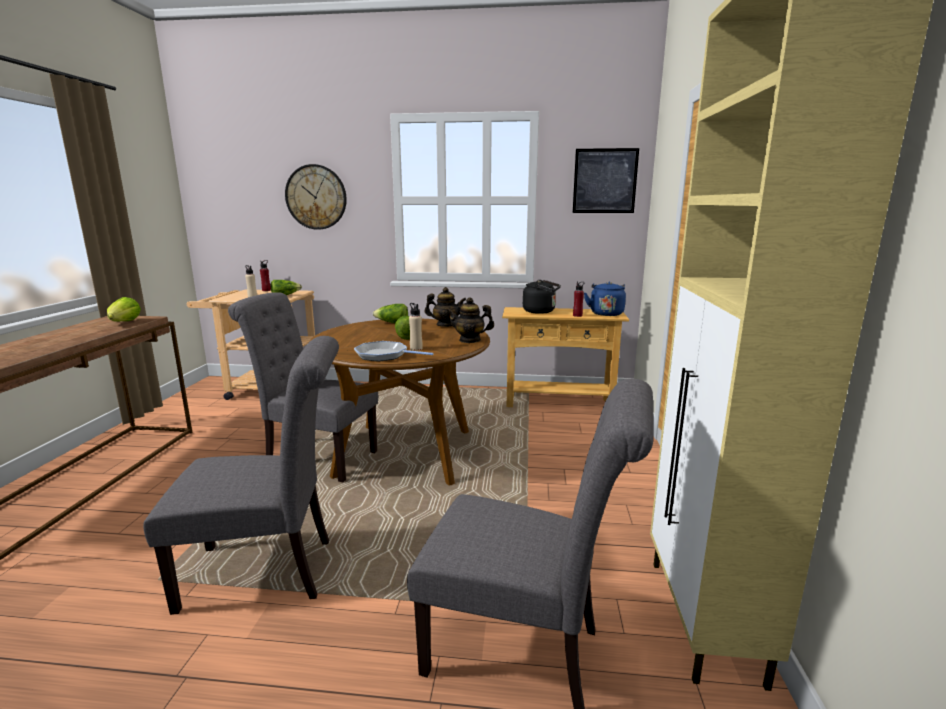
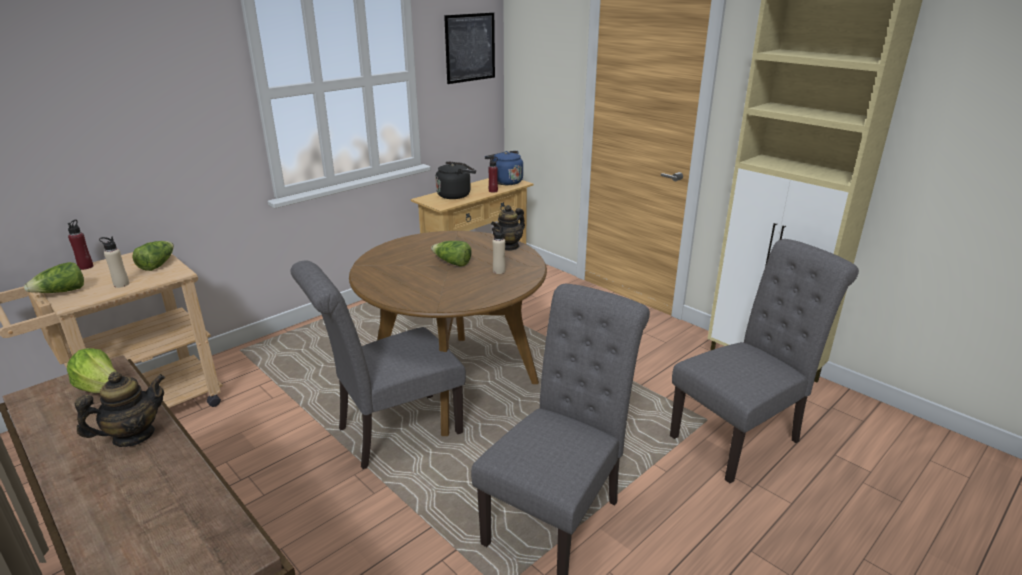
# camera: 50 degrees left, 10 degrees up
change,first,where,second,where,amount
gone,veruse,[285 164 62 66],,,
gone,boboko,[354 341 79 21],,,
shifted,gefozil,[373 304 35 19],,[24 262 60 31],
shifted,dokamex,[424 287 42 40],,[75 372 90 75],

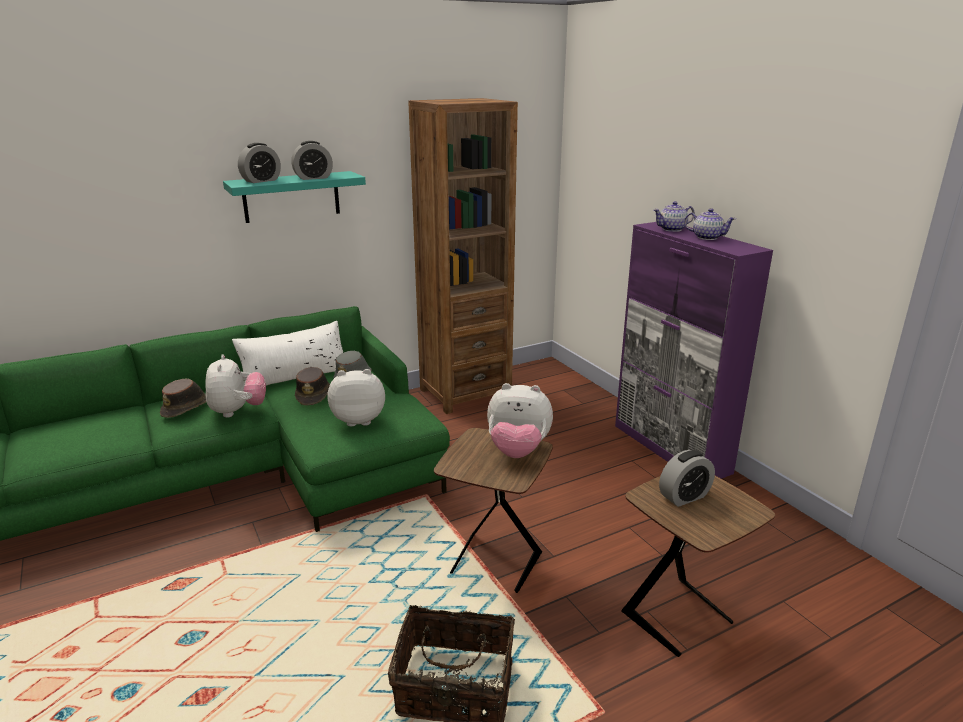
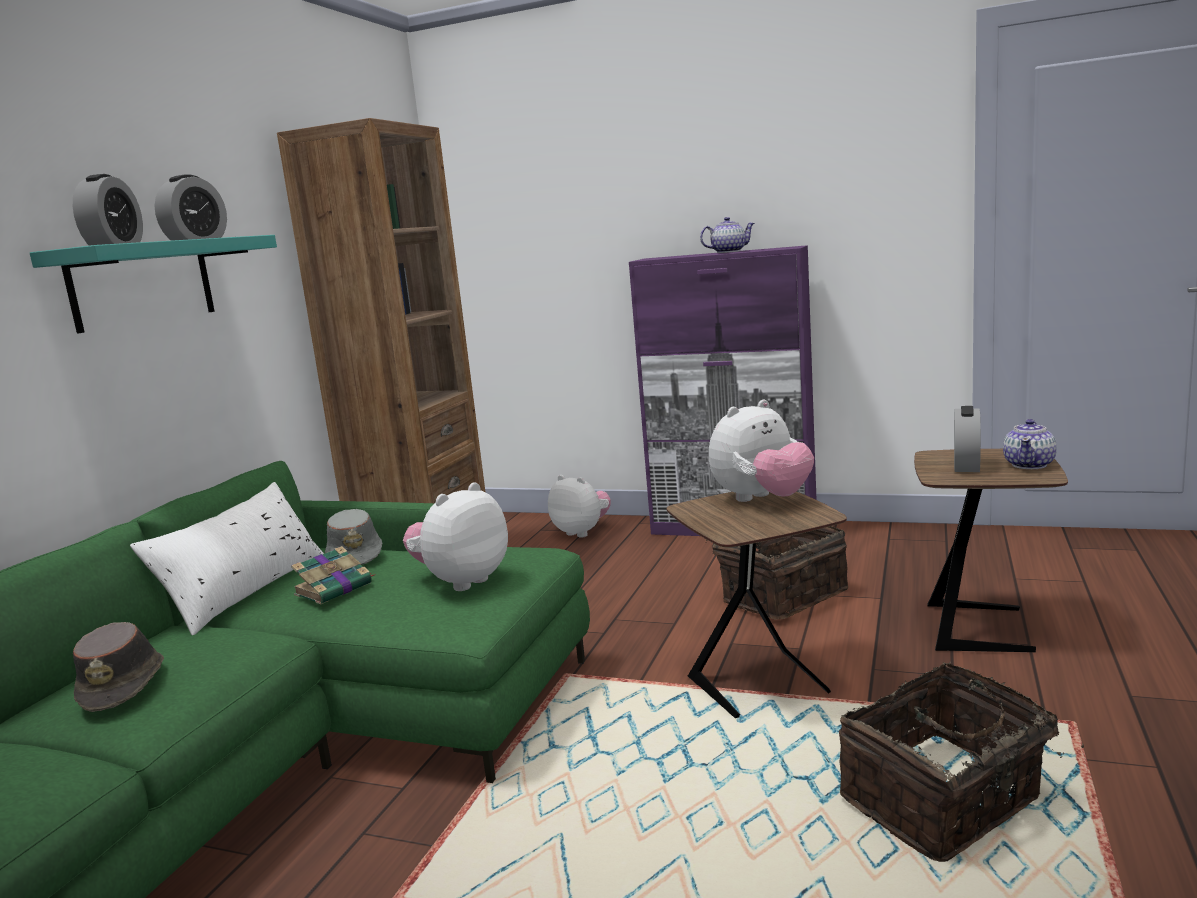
# camera: 40 degrees left, 10 degrees down
change,first,where,second,where,amount
new,,,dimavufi,[705 526 143 94],
shifted,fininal,[205 354 61 64],,[548 475 63 63],
shifted,dokamex,[654 201 41 31],,[1003 419 54 50],
swapped,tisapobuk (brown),[295 367 35 39],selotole,[291 546 85 58],

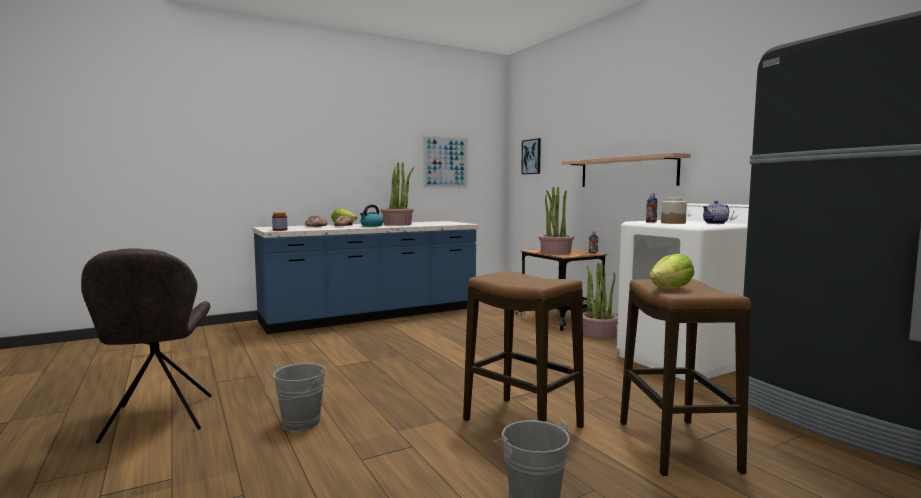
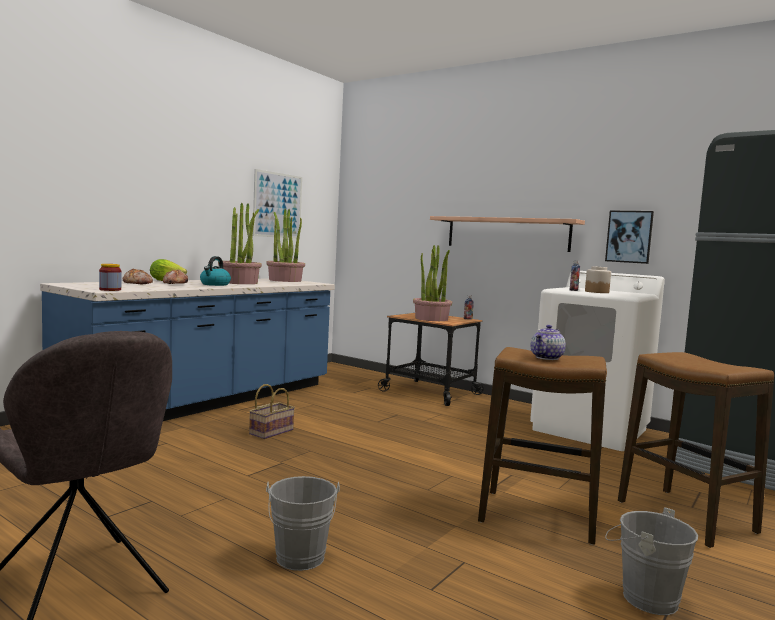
# camera: 25 degrees left, 0 degrees up
change,first,where,second,where,amount
gone,gefozil,[649 253 45 36],,,
new,,,dimavufi,[249 384 46 55],
shifted,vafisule,[521 138 20 36],,[605 211 49 53],
shifted,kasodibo,[583 262 35 76],,[266 208 39 74],
shifted,dokamex,[703 201 26 23],,[531 325 35 35],

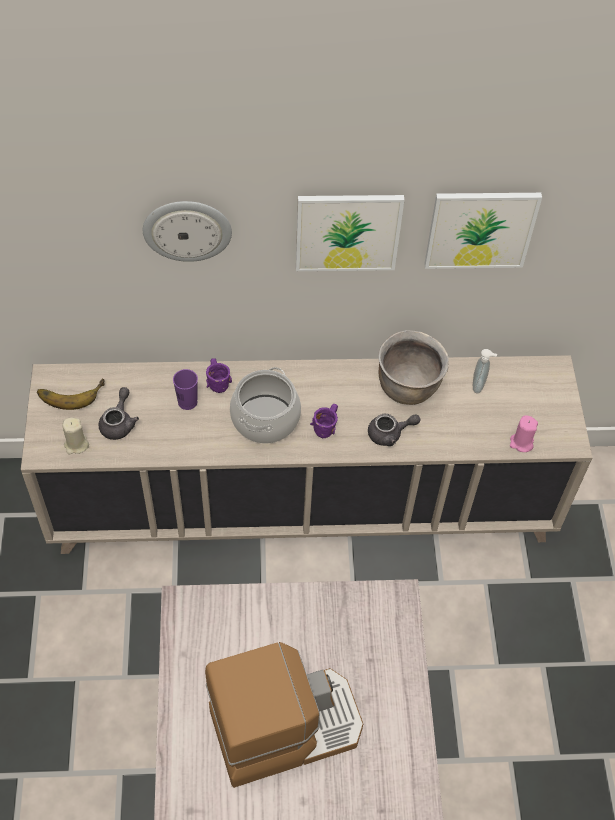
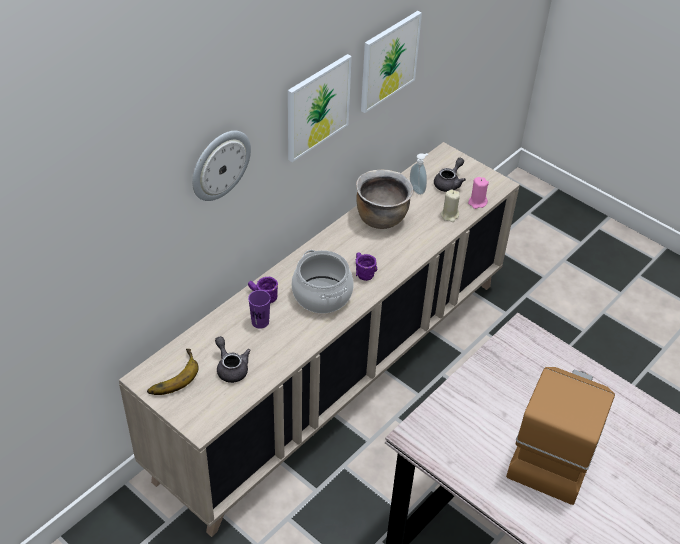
# camera: 45 degrees left, 10 degrees down
change,first,where,second,where,amount
shifted,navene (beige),[62 417 27 37],,[441 190 19 32],
shifted,dokamex (grey),[368 414 52 32],,[434 158 32 34],

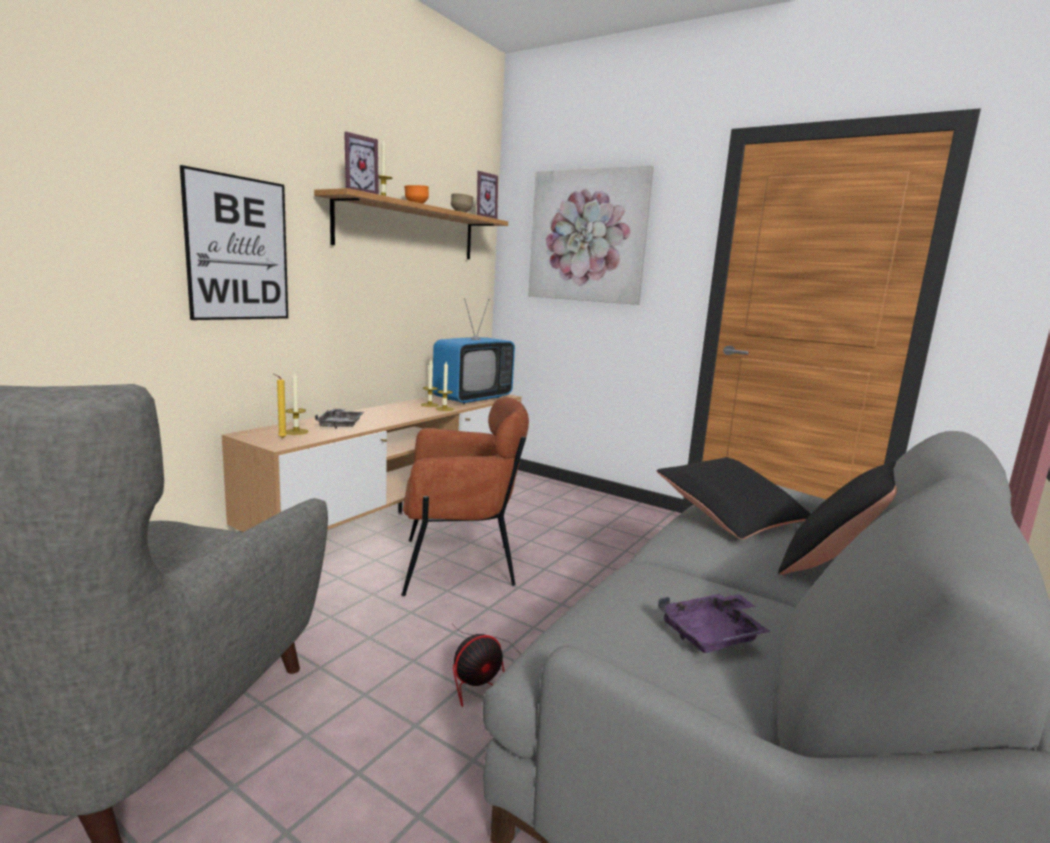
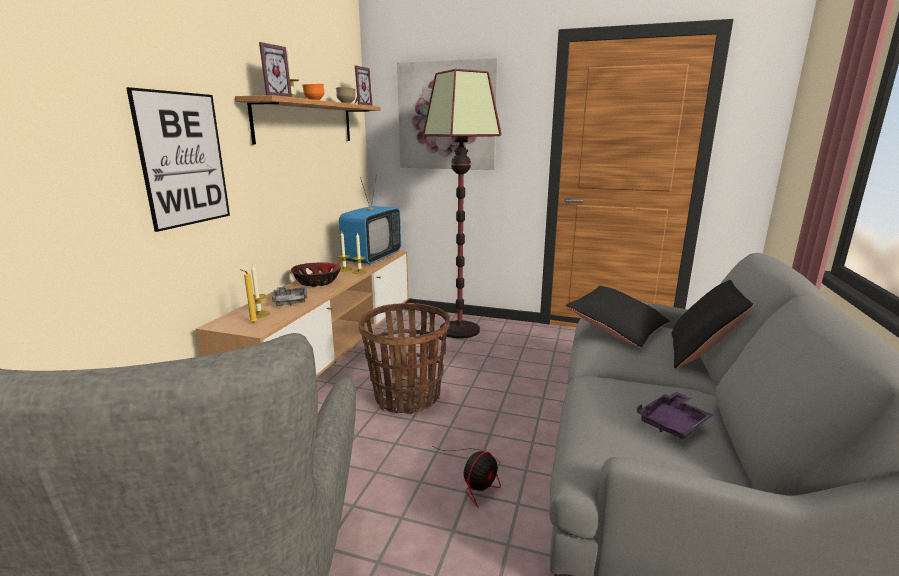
# camera: 15 degrees left, 5 degrees up
change,first,where,second,where,amount
new,,,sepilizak,[291 262 50 25],
new,,,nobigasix,[422 69 80 270],
swapped,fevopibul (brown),[401 397 128 199],dimavufi,[358 303 92 111],

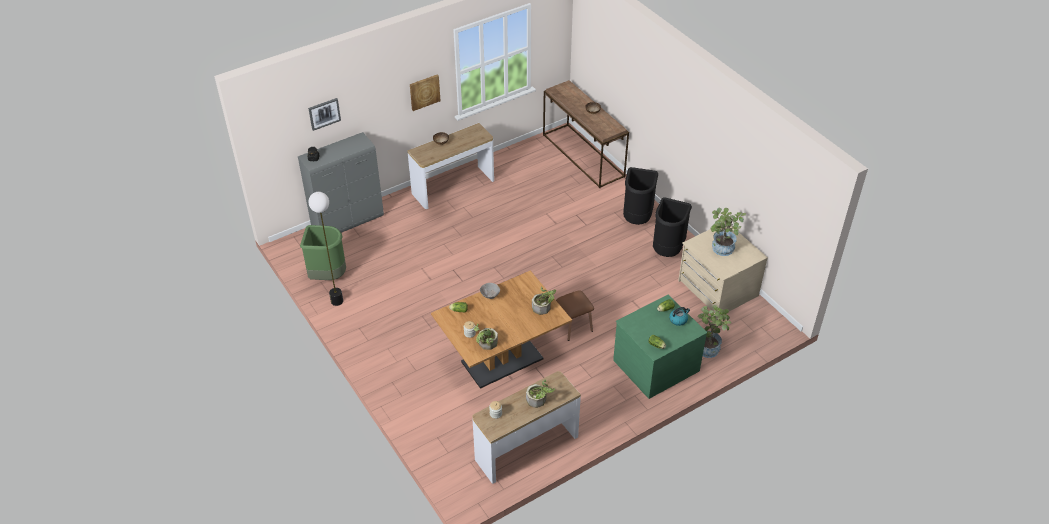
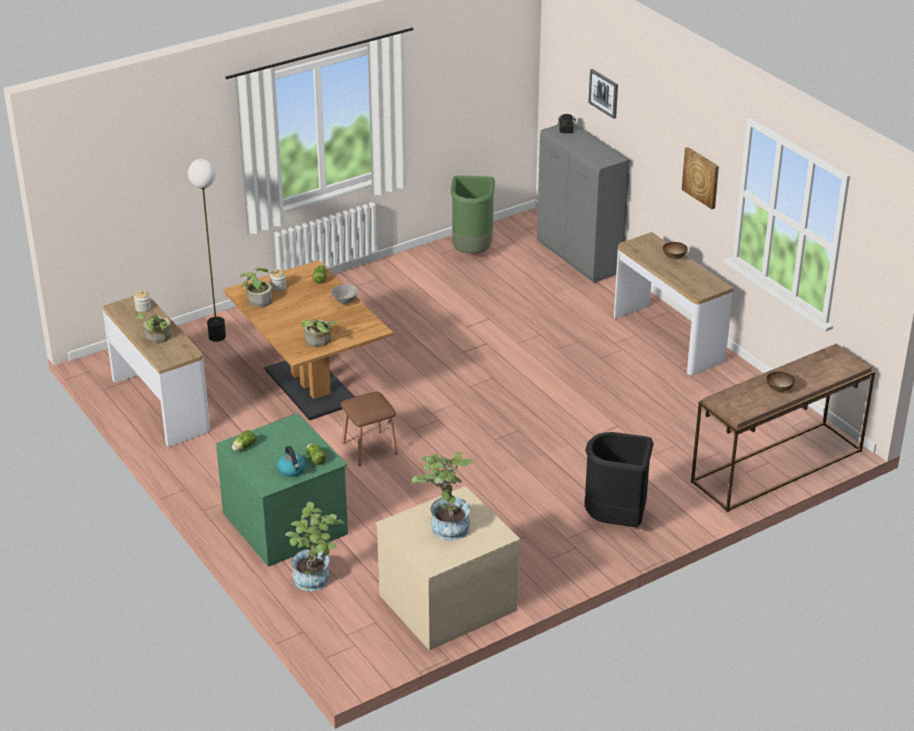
# camera: 90 degrees right, 10 degrees down
change,first,where,second,where,amount
gone,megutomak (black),[653 198 39 59],,,
shifted,nobigasix,[308 192 35 114],,[188 159 38 183],

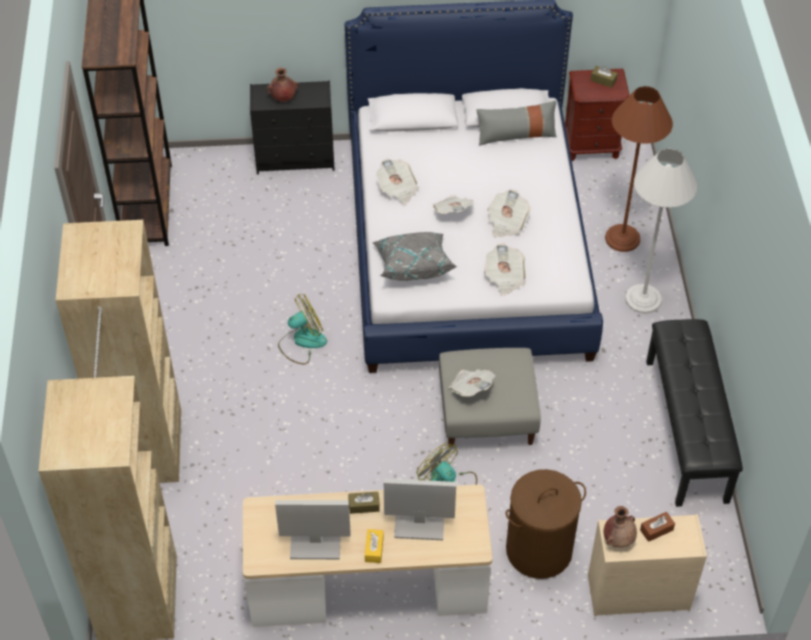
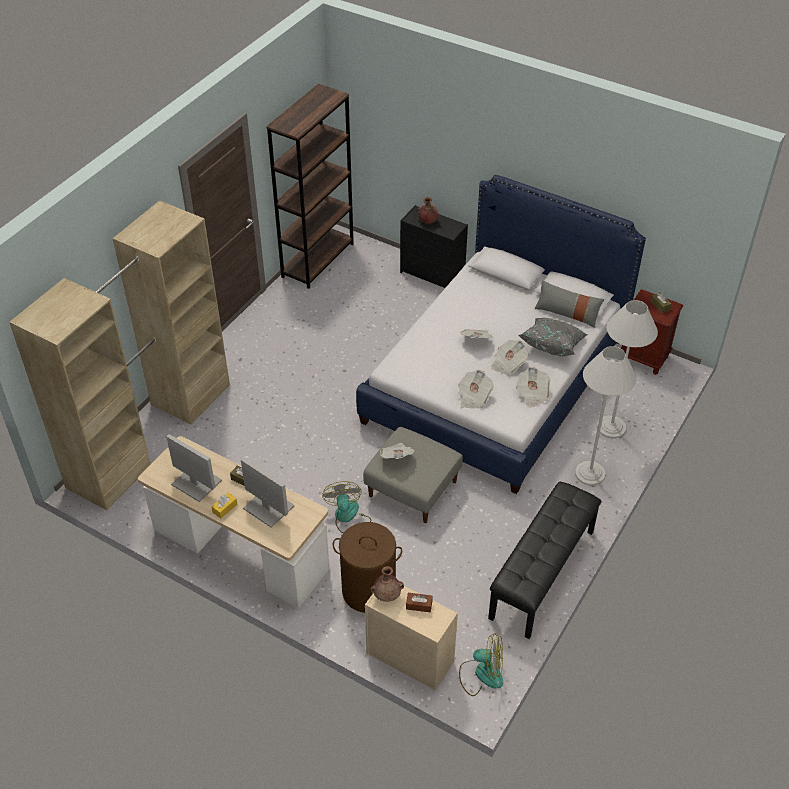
# camera: 35 degrees right, 5 degrees down
change,first,where,second,where,amount
shifted,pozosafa,[278 294 49 70],,[459 633 44 63],
shifted,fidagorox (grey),[372 232 85 49],,[519 318 68 38],
shifted,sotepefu,[376 159 43 46],,[516 367 34 41],
repainted,nobigasix (brown),[605 86 68 166],nobigasix (white),[597 300 61 139],

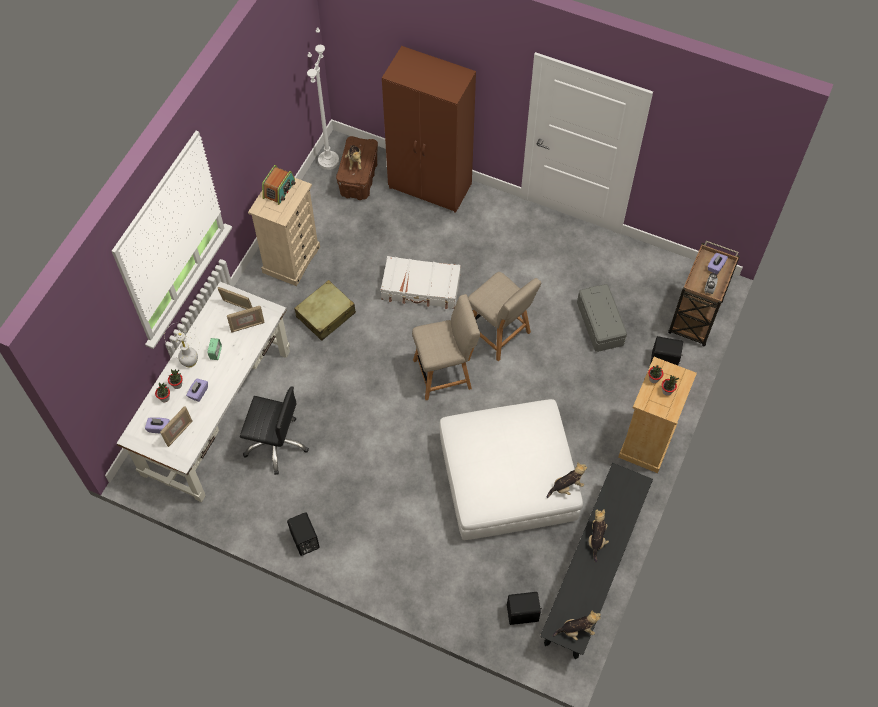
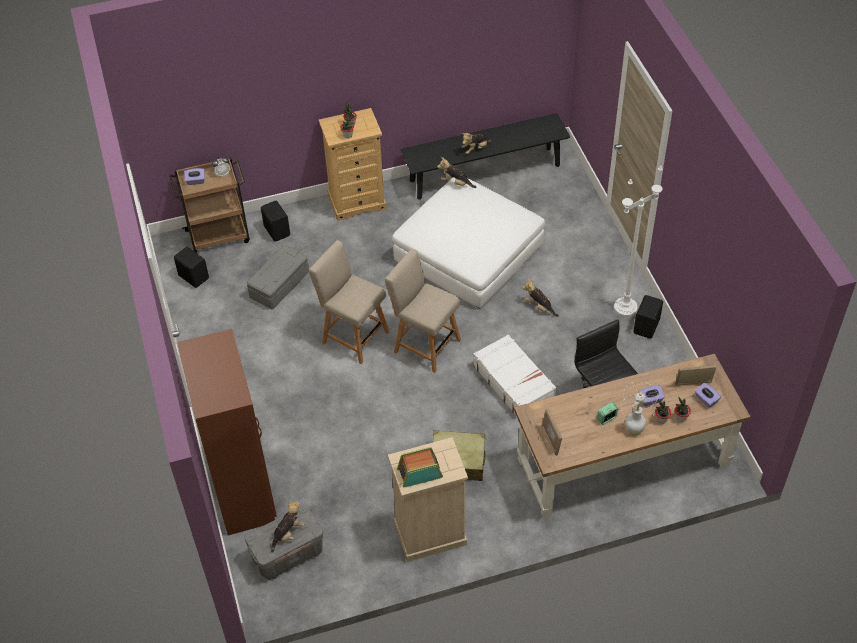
# camera: 130 degrees left, 10 degrees down
change,first,where,second,where,amount
gone,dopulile,[227 306 38 27],,,
shifted,nobigasix (white),[307 27 32 143],,[614 165 49 153],
shifted,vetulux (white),[381 256 80 53],,[473 334 83 81],
shifted,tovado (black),[507 592 35 33],,[174 247 35 41],
shifted,fininal,[553 611 48 29],,[522 279 37 38],
repainted,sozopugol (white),[116 282 174 220],sozopugol (brown),[514 353 237 167],
repainted,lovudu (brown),[336 136 42 64],lovudu (grey),[245 506 78 74],
rotated,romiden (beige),[468 272 73 89],,[309 240 80 124],60 degrees counterclockwise

